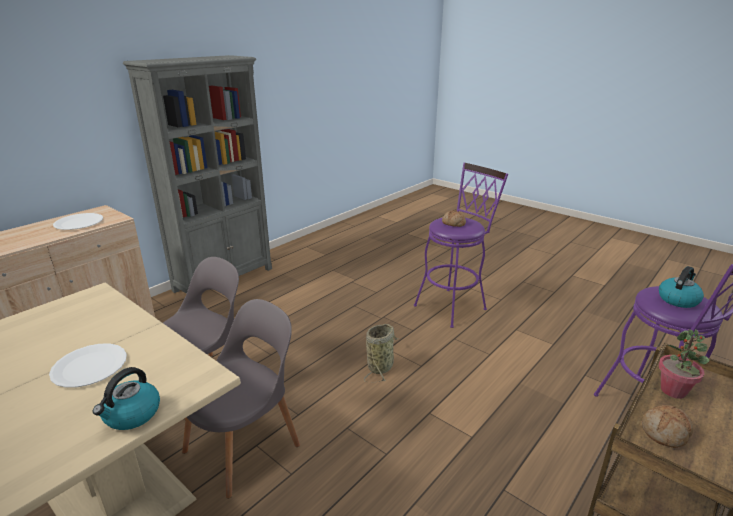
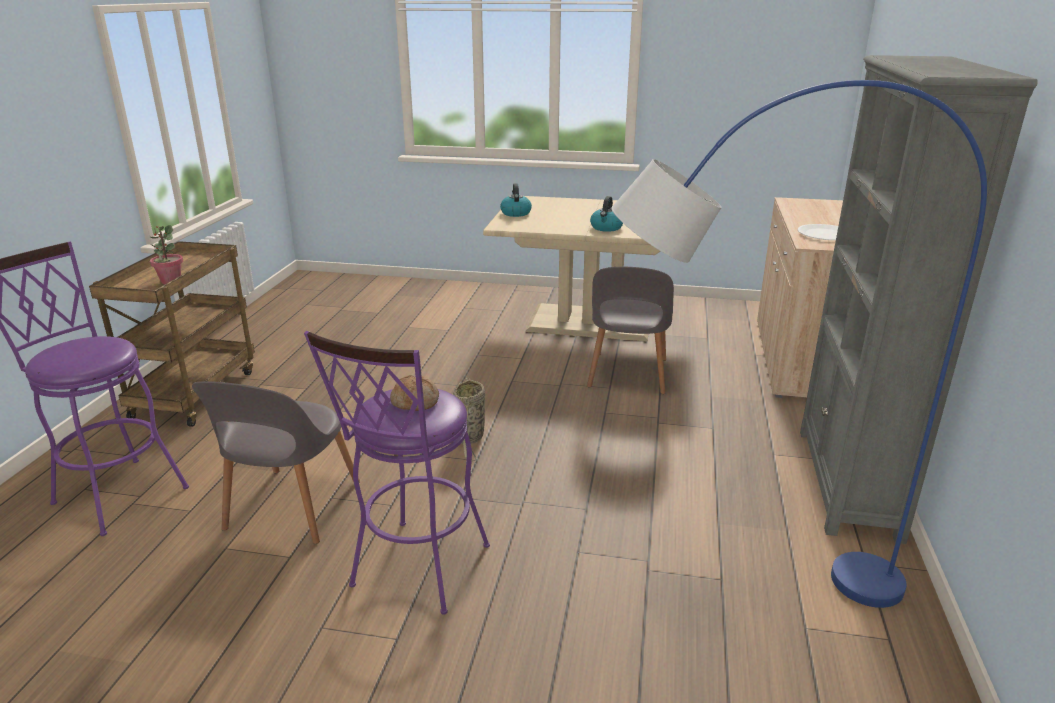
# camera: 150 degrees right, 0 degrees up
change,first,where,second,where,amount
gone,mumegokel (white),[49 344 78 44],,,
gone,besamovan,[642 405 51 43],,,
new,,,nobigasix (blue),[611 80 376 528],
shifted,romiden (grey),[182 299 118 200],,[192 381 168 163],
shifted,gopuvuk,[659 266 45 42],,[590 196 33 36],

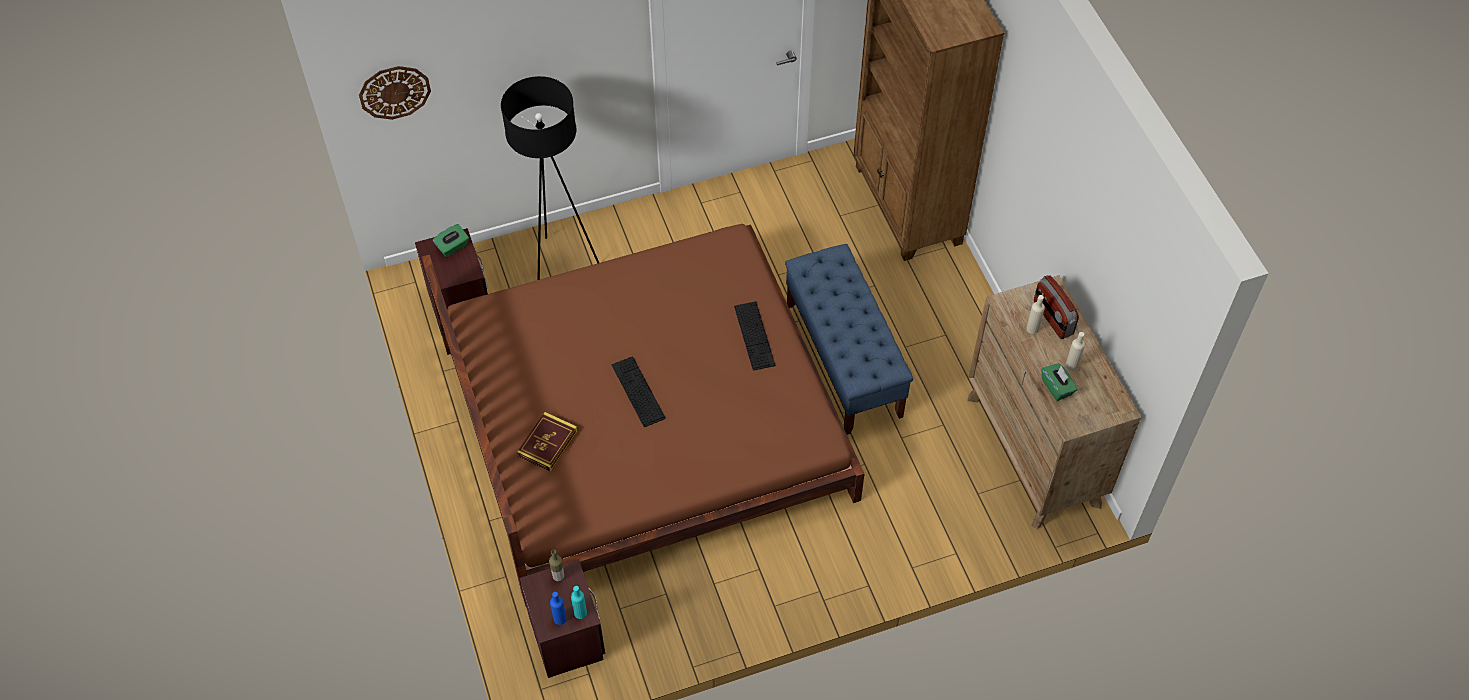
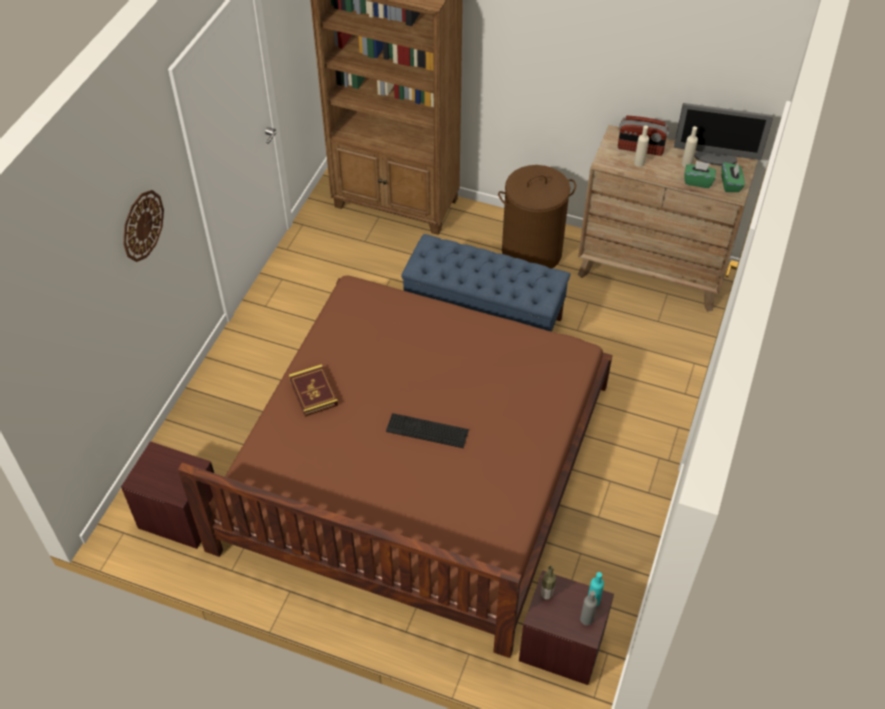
# camera: 50 degrees left, 5 degrees down
change,first,where,second,where,amount
gone,nobigasix (black),[501 76 98 204],,,
gone,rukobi,[734 301 42 70],,,
new,,,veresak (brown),[498 165 78 104],
new,,,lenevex,[674 103 99 63],
shifted,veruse,[359 66 72 54],,[123 190 41 72],
shifted,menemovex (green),[433 224 36 33],,[722 162 23 30],
shifted,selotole,[517 412 61 60],,[289 364 49 53],
repainted,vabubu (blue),[550 592 17 33],vabubu (grey),[580 590 18 36],

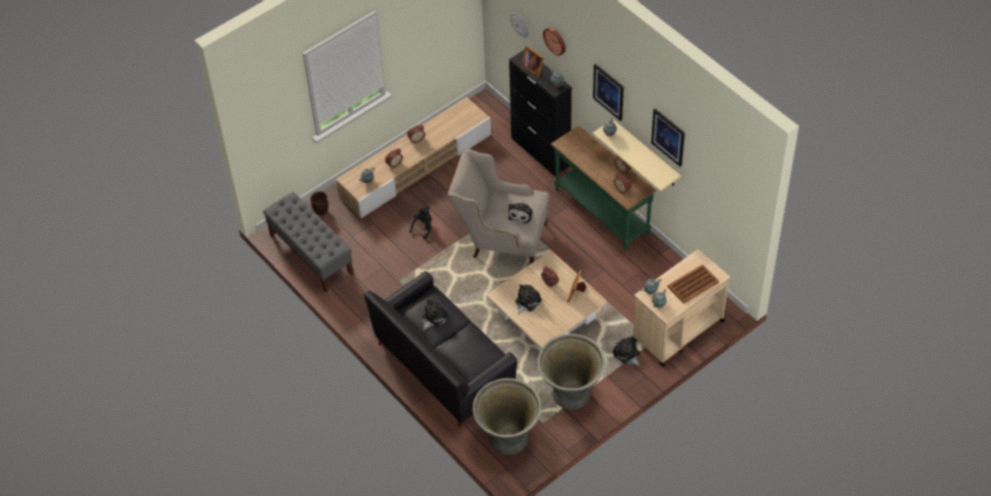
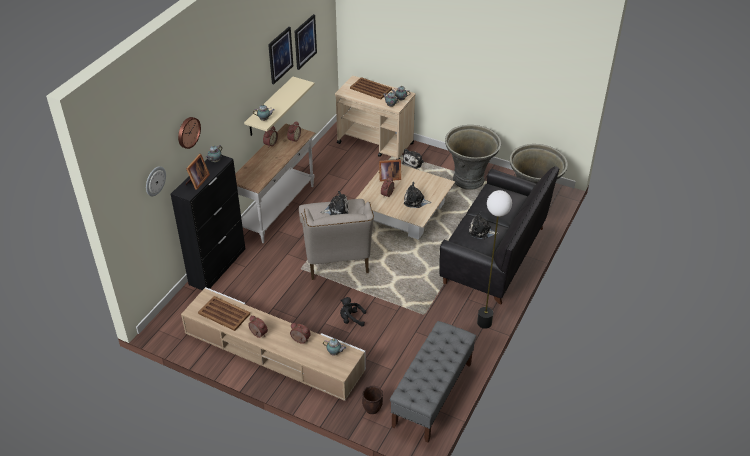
# camera: 115 degrees left, 10 degrees down
change,first,where,second,where,amount
new,,,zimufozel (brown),[198 296 52 35],
new,,,nobigasix,[477 190 35 139],
shifted,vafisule,[593 64 31 57],,[294 14 23 56],
repainted,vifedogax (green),[551 125 105 127],vifedogax (white),[235 123 80 120],

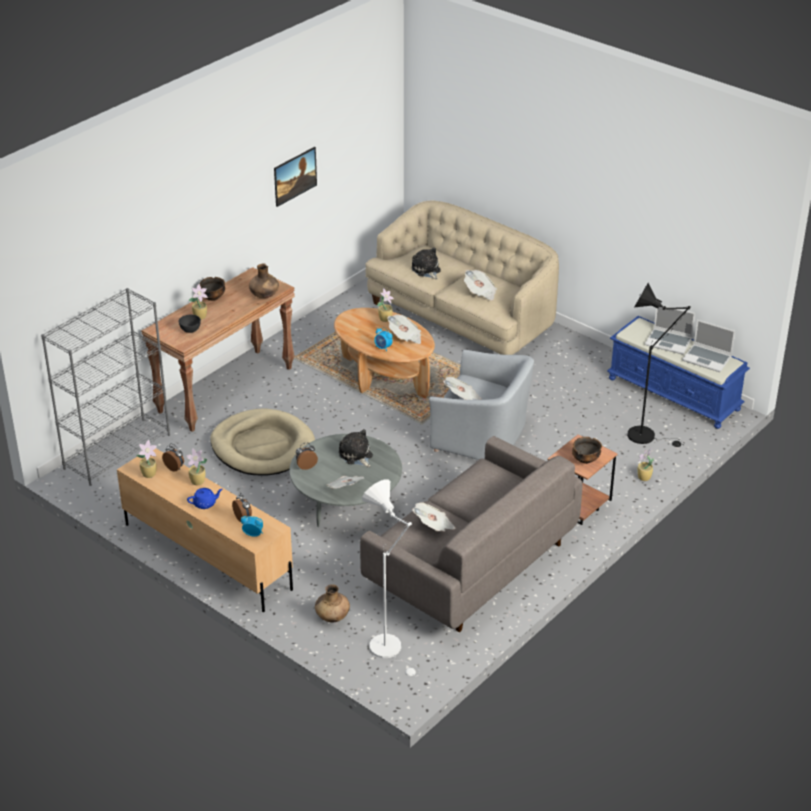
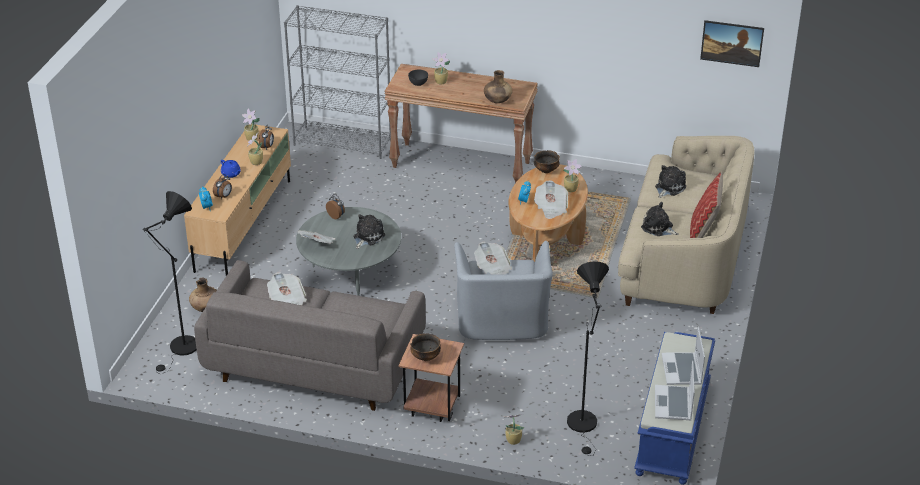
# camera: 65 degrees right, 0 degrees up
change,first,where,second,where,amount
gone,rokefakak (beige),[210 408 105 68],,,
new,,,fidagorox,[690 172 33 66],
shifted,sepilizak,[199 277 26 24],,[534 150 26 23],
shifted,vafisule,[274 147 43 60],,[700 20 64 47],
swapped,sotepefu,[464 270 33 31],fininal,[641 202 38 34],
repainted,nobigasix (white),[362 479 58 197],nobigasix (black),[144 191 53 183],

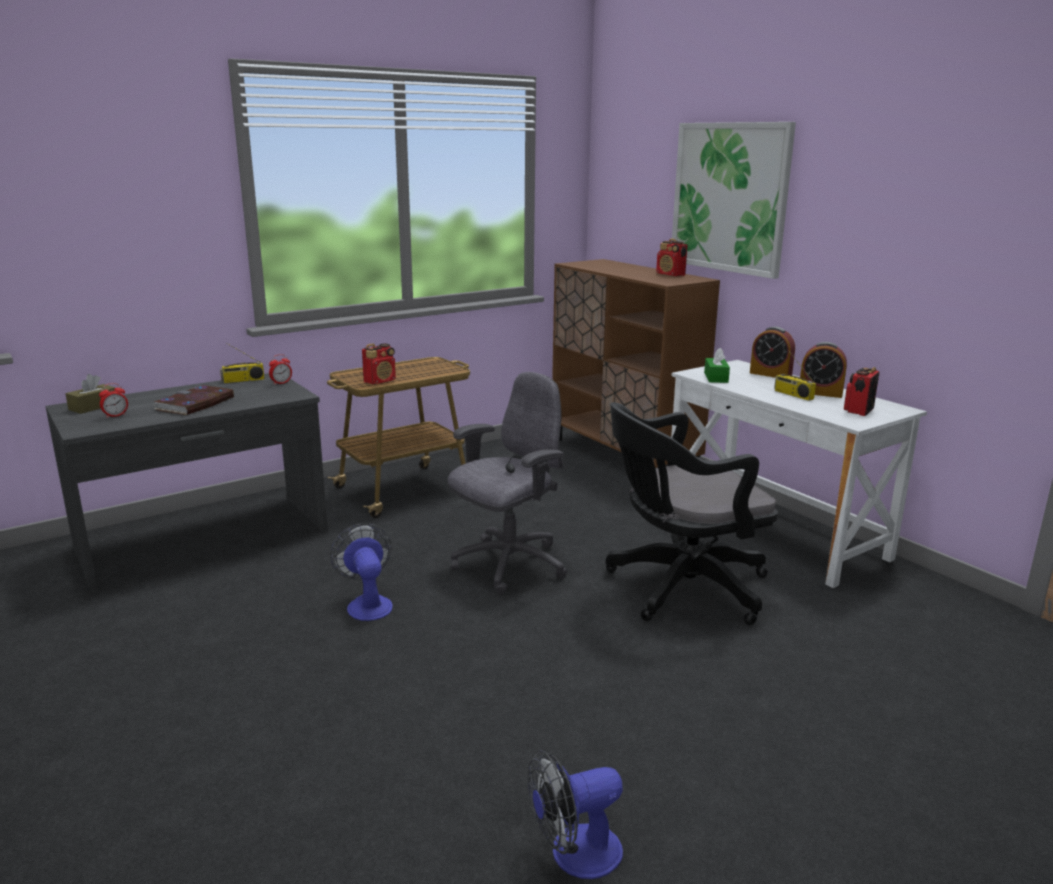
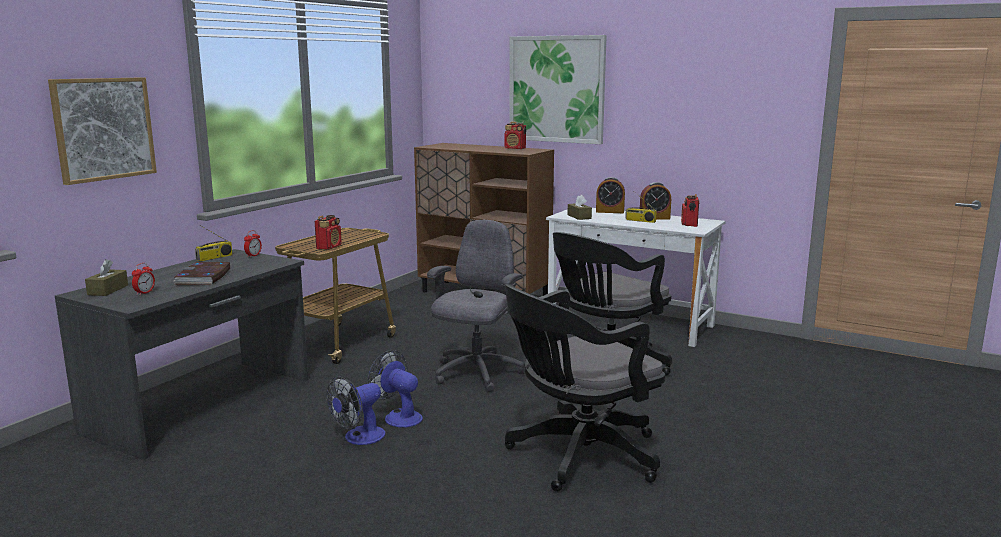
# camera: 25 degrees left, 5 degrees down
change,first,where,second,where,amount
new,,,vafisule,[48 77 109 108],
new,,,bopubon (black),[505 284 160 208],
shifted,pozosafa,[528 750 95 129],,[326 376 59 69],
repainted,menemovex (green),[704 348 26 35],menemovex (brown),[567 195 25 25],

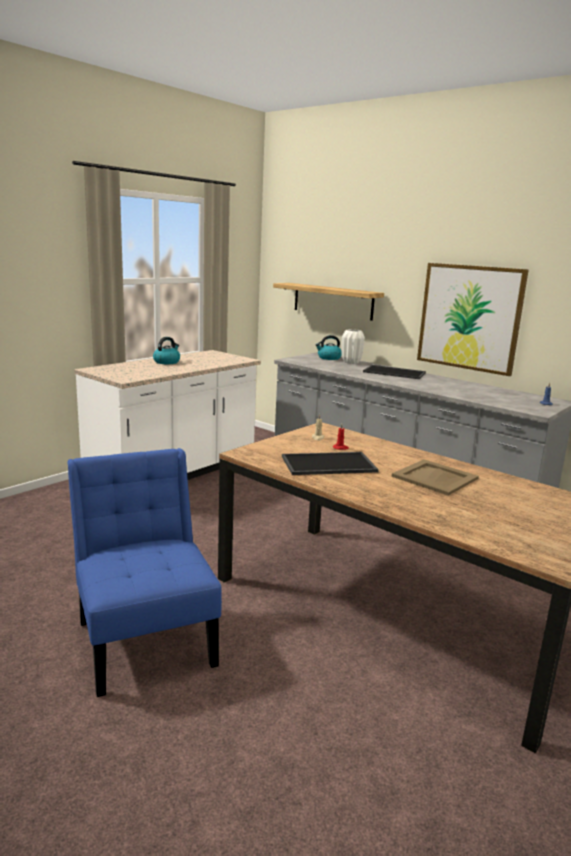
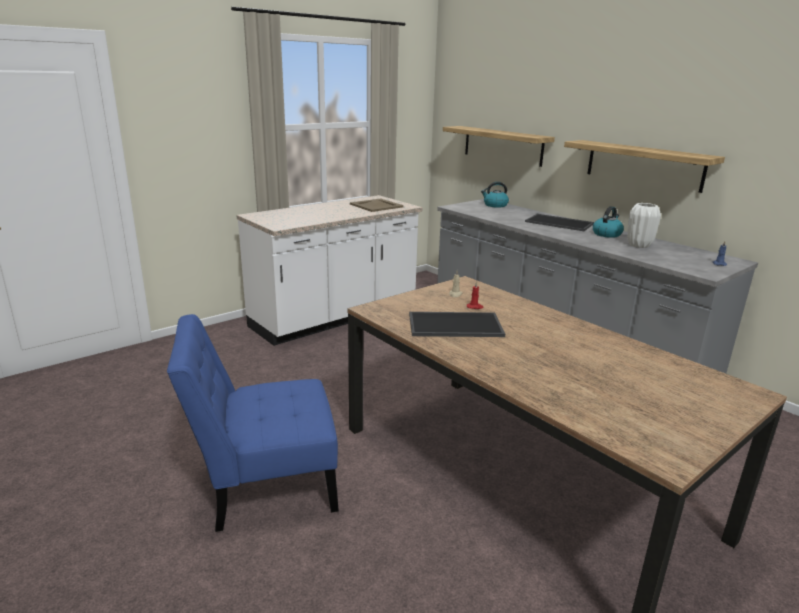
# camera: 10 degrees right, 5 degrees up
change,first,where,second,where,amount
shifted,gopuvuk,[153 337 27 27],,[593 206 31 32],
shifted,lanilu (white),[341 329 24 35],,[627 203 34 45],
shifted,zimufozel (beige),[391 459 88 37],,[350 198 53 14],
swapped,vafisule,[417 263 112 113],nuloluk,[564 140 161 53],
rotated,romiden (blue),[67 448 155 249],,[167 314 172 218],90 degrees counterclockwise

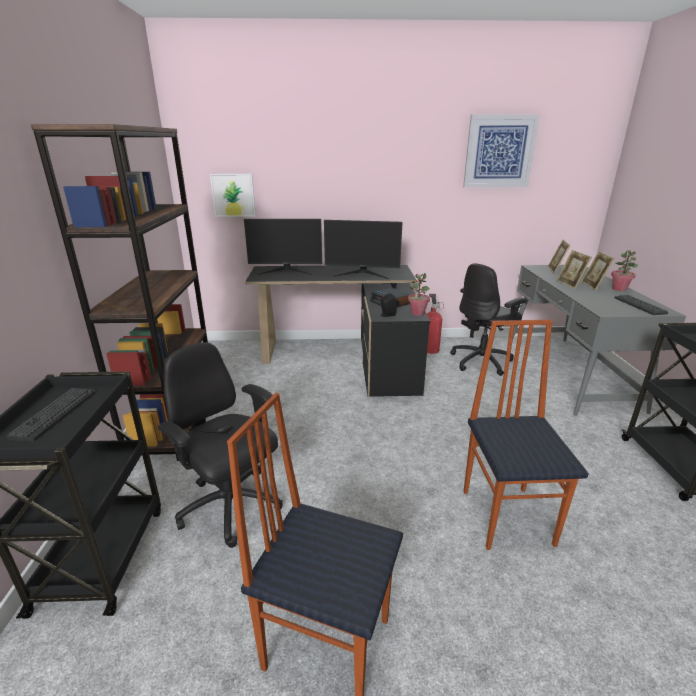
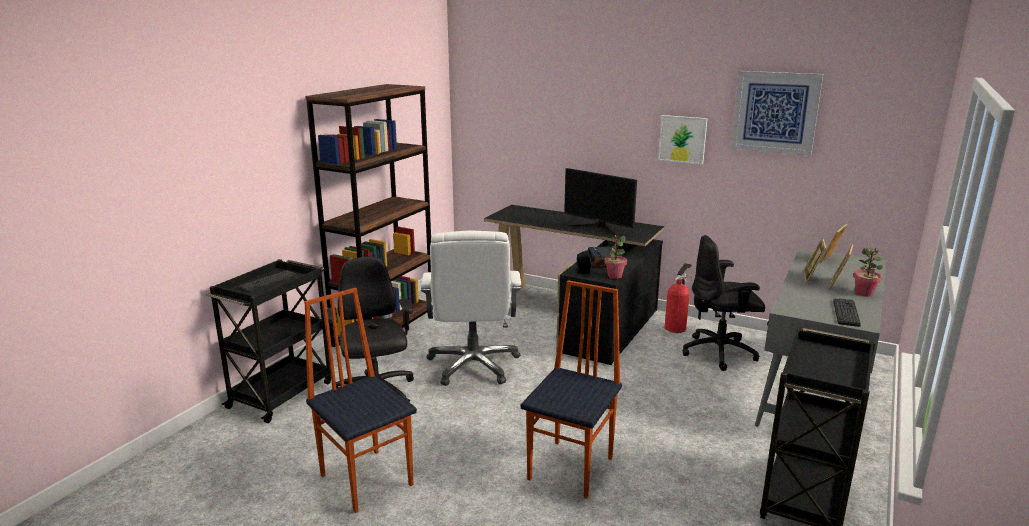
# camera: 30 degrees right, 5 degrees down
change,first,where,second,where,amount
gone,lenevex,[244 219 78 56],,,
new,,,bopubon (white),[421 231 100 155],
shifted,vafisule,[210 174 46 43],,[658 115 49 50],

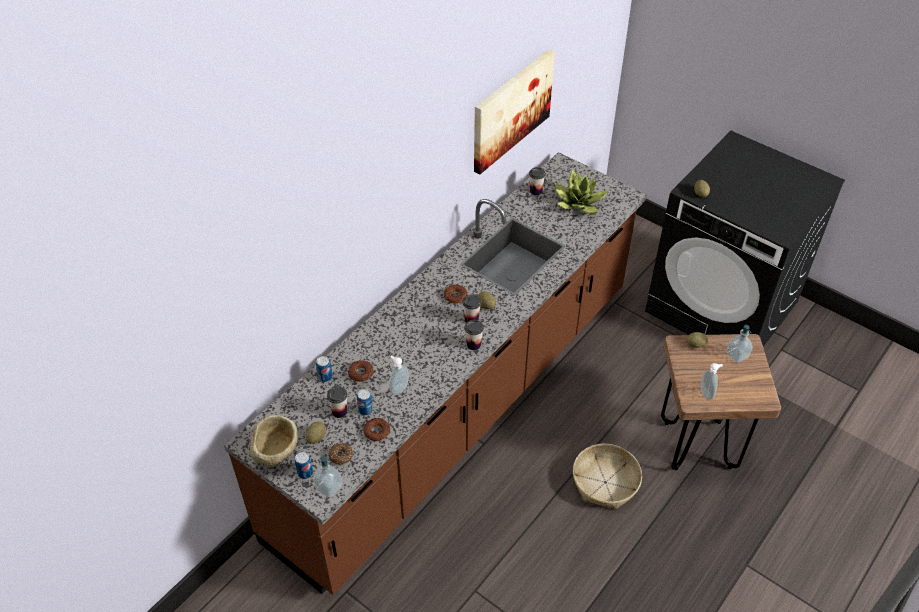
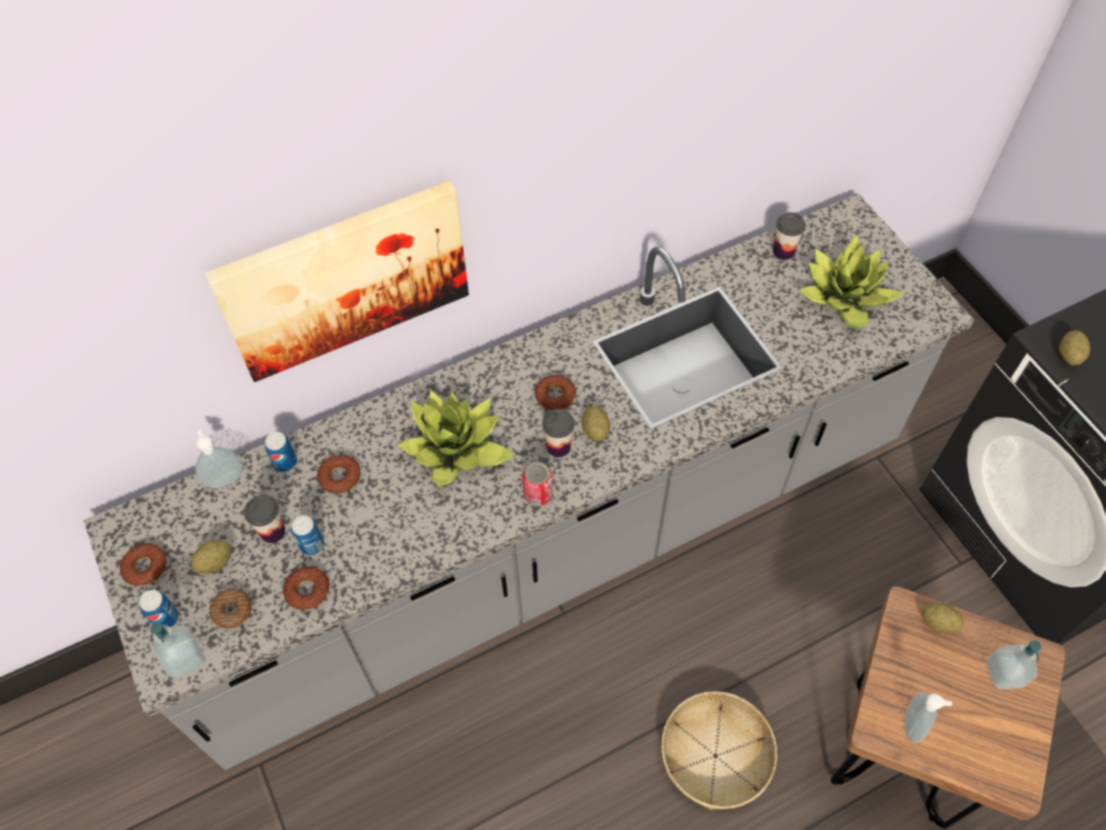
# camera: 25 degrees right, 10 degrees up
change,first,where,second,where,amount
new,,,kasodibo,[397 390 117 97],
shifted,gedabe,[390 356 19 39],,[196 430 47 59],
shifted,vafisule,[474 50 81 125],,[205 181 264 201],
swapped,sepilizak (beige),[250 415 48 50],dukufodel,[120 543 47 43],
swapped,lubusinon,[465 320 19 30],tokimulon,[522 462 31 44],
repainted,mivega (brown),[224 152 423 443],mivega (grey),[84 193 890 577],

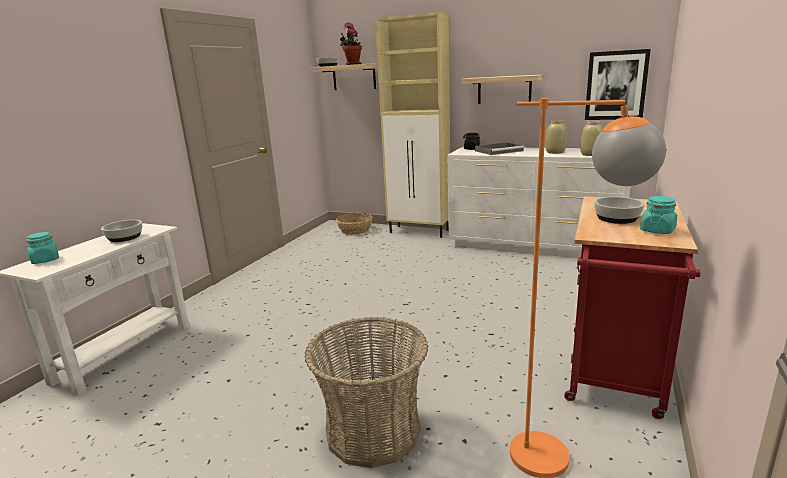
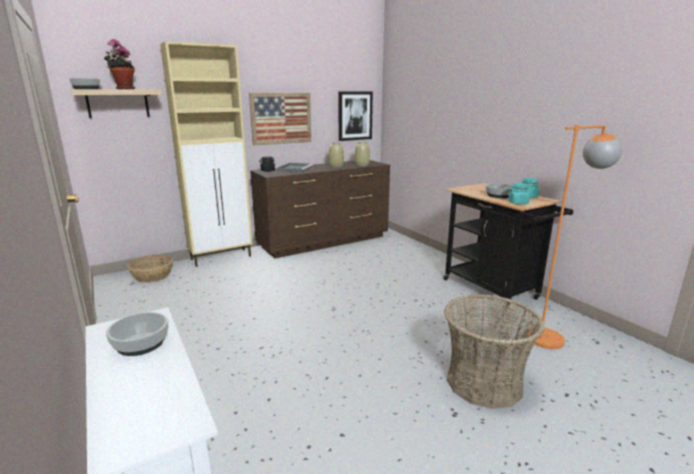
# camera: 55 degrees left, 0 degrees up
change,first,where,second,where,amount
shifted,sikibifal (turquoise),[26 232 33 32],,[508 183 24 22],
swapped,nuloluk,[461 75 81 29],vafisule,[249 93 62 53],
repainted,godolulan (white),[448 147 183 111],godolulan (brown),[250 160 140 98],
repainted,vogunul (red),[564 196 137 223],vogunul (black),[444 183 129 127],

